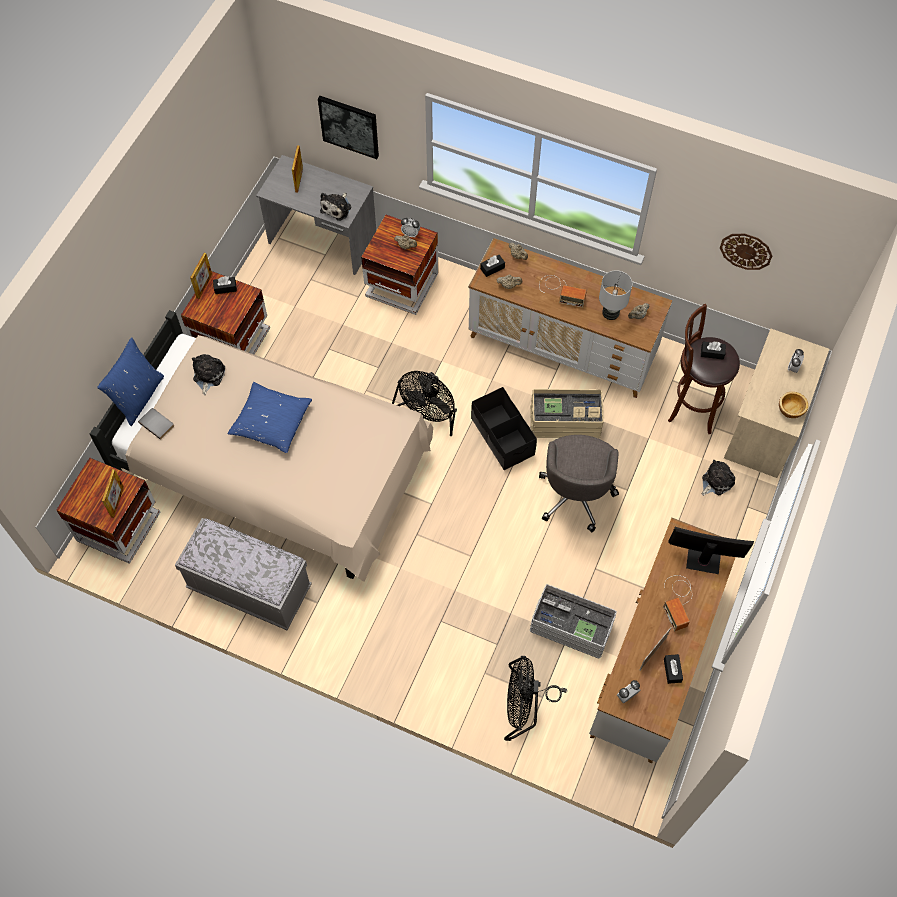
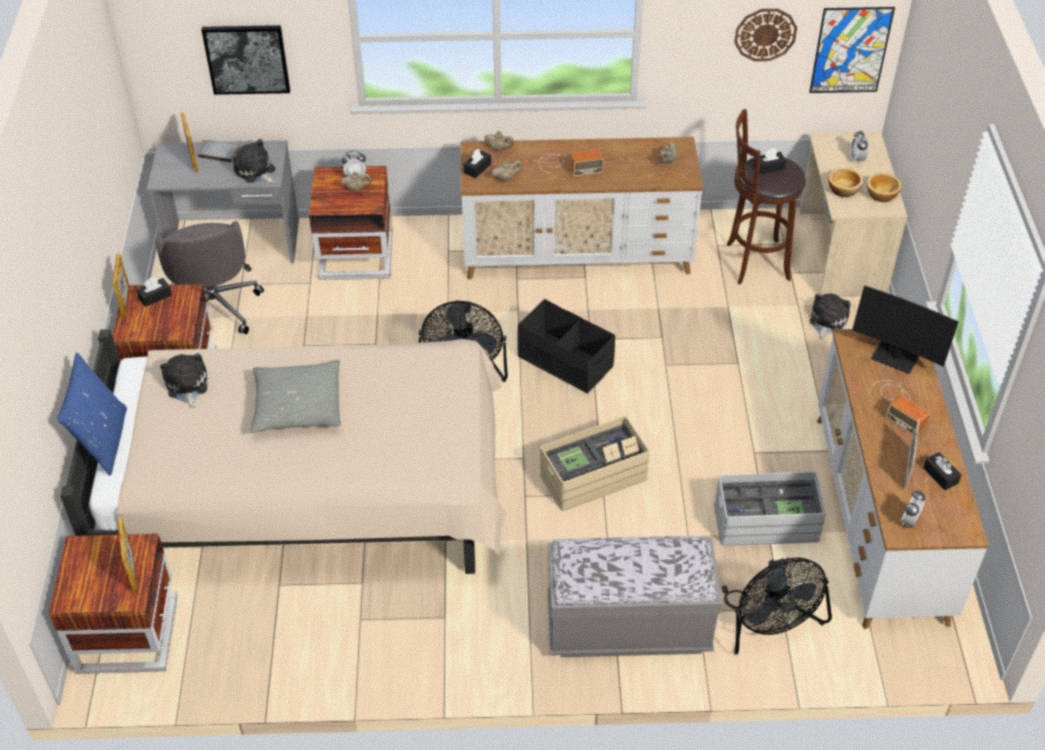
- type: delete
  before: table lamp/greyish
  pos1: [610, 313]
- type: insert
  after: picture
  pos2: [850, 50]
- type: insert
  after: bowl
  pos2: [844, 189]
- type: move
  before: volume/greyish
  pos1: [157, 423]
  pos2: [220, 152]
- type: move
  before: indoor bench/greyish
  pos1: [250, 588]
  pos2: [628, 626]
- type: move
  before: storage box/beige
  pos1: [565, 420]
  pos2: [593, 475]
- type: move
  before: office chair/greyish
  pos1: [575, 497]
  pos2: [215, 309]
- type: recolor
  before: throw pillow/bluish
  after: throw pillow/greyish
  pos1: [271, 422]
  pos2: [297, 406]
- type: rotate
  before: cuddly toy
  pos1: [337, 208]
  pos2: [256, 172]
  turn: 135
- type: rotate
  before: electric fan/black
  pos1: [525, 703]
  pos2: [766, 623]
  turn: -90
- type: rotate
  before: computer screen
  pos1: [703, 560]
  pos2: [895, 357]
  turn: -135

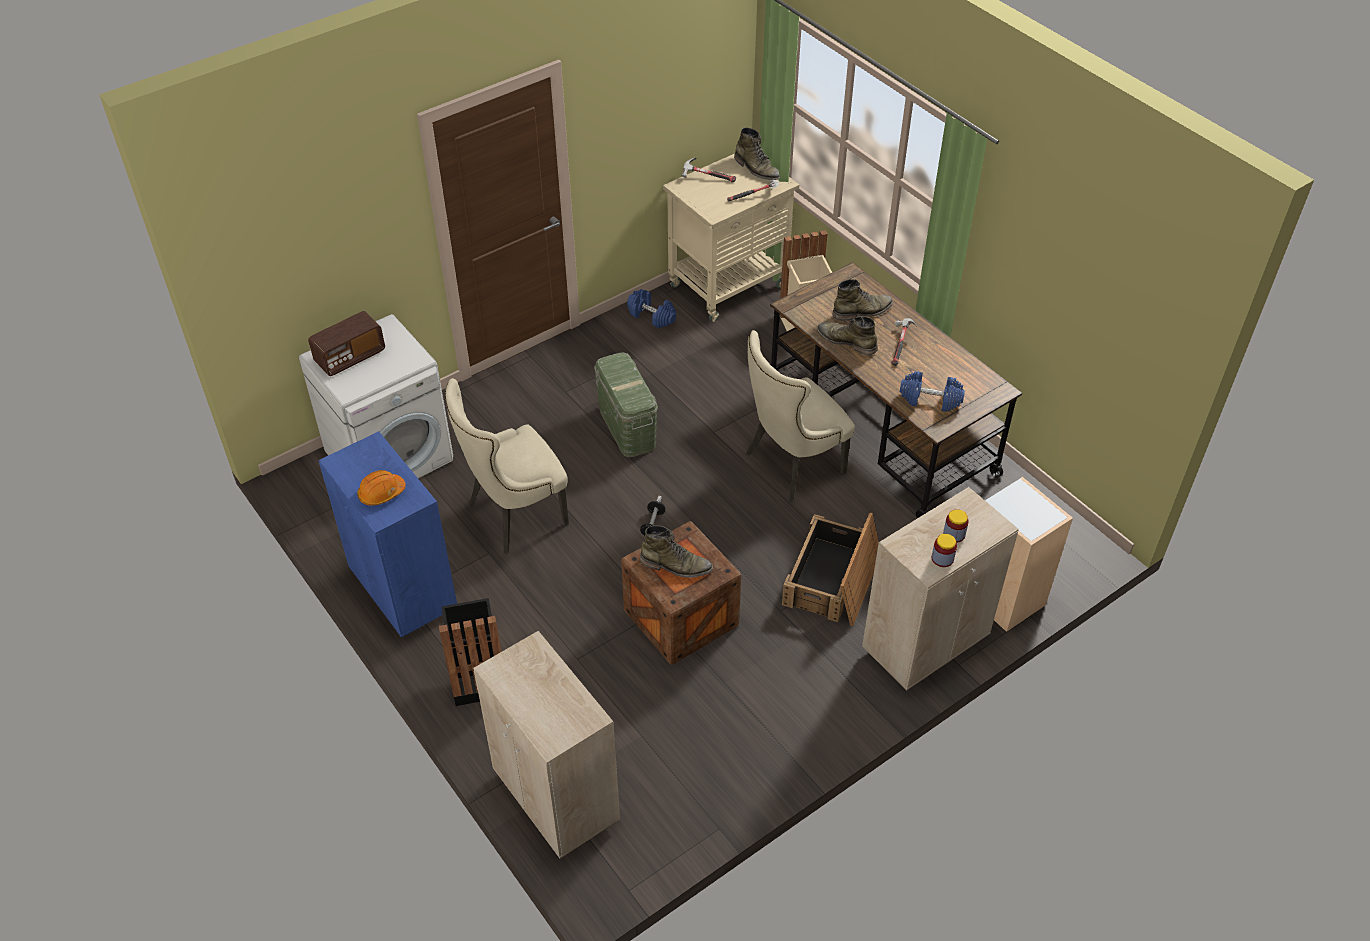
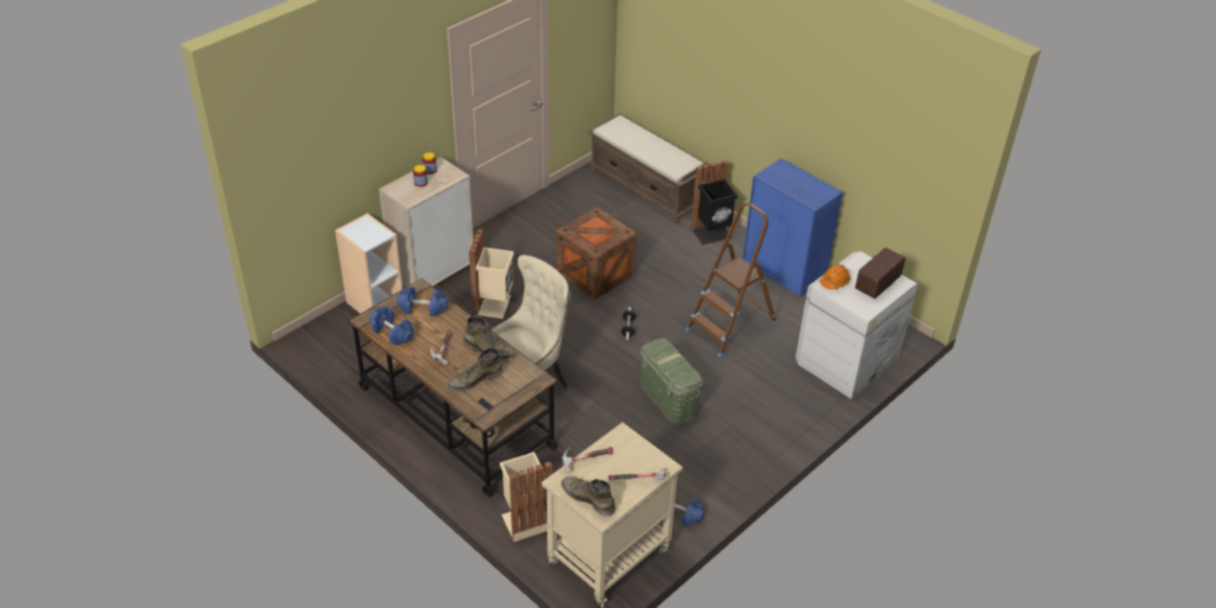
- type: delete
  before: boot/green
  pos1: [676, 565]
- type: insert
  after: dumbbell/bluish
  pos2: [392, 333]
- type: move
  before: safety helmet/orange-coloured
  pos1: [381, 493]
  pos2: [834, 282]
- type: replace
  before: chair/beige
  after: step stool/brown-coloured
  pos1: [515, 515]
  pos2: [730, 326]
- type: replace
  before: storage cabinet/beige
  after: indoor bench/brown-coloured
  pos1: [554, 797]
  pos2: [646, 188]
- type: replace
  before: packing crate
  after: waste bin/beige
  pos1: [833, 580]
  pos2: [494, 305]

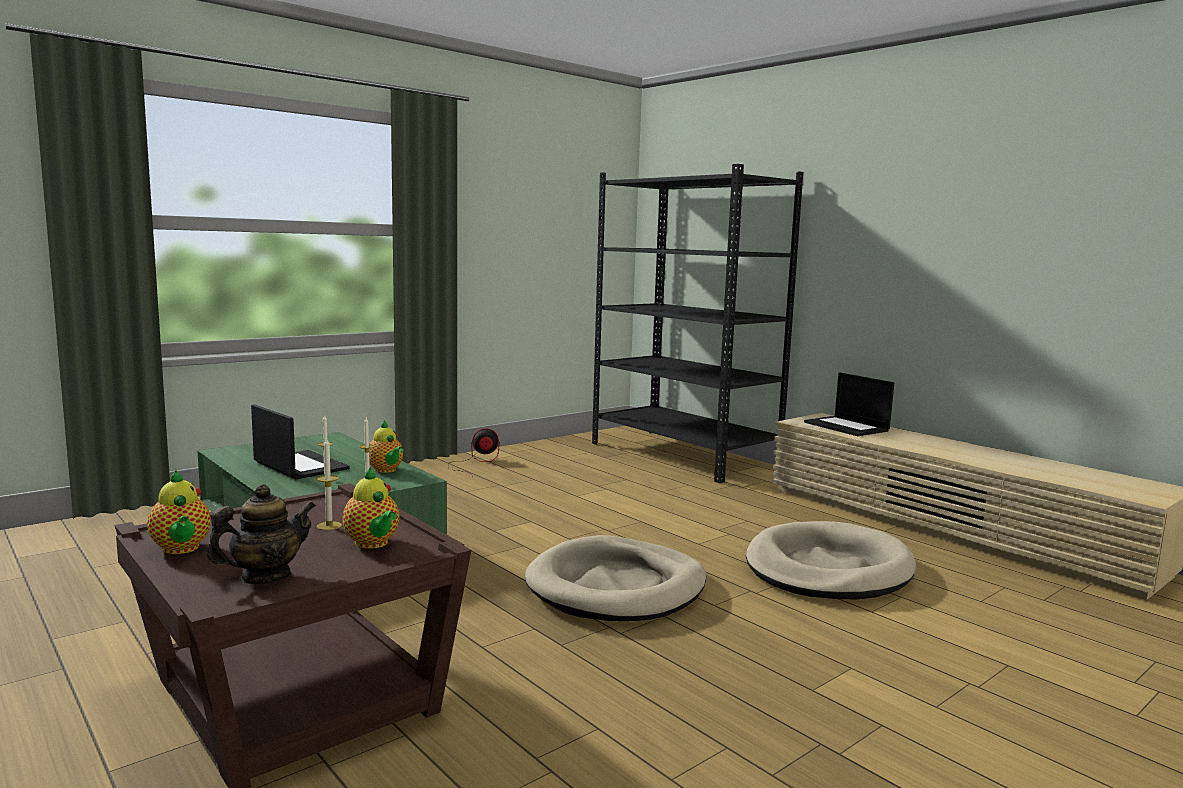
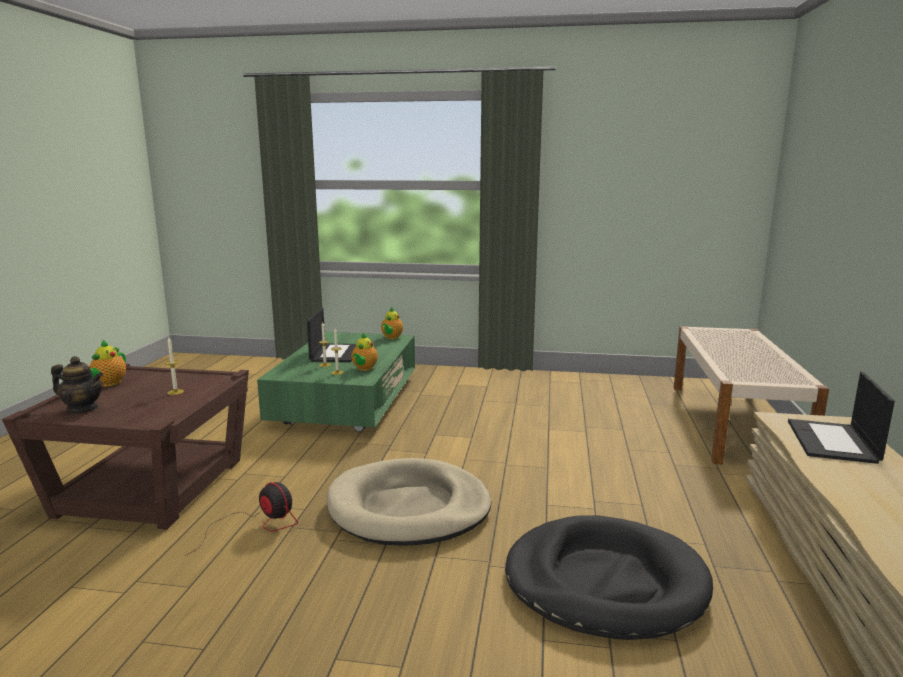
- type: move
  before: tea pot
  pos1: [373, 544]
  pos2: [391, 337]
- type: move
  before: electric fan
  pos1: [476, 462]
  pos2: [257, 525]
- type: replace
  before: bookshelf/black
  after: indoor bench/beige
  pos1: [682, 455]
  pos2: [734, 423]
- type: recolor
  before: dog bed/beige
  after: dog bed/black
  pos1: [827, 569]
  pos2: [604, 582]

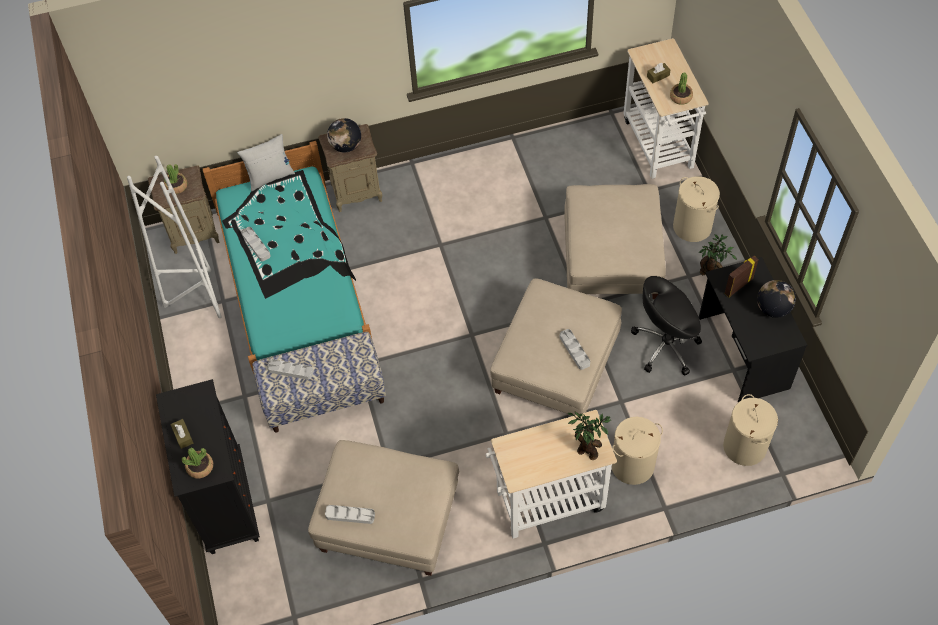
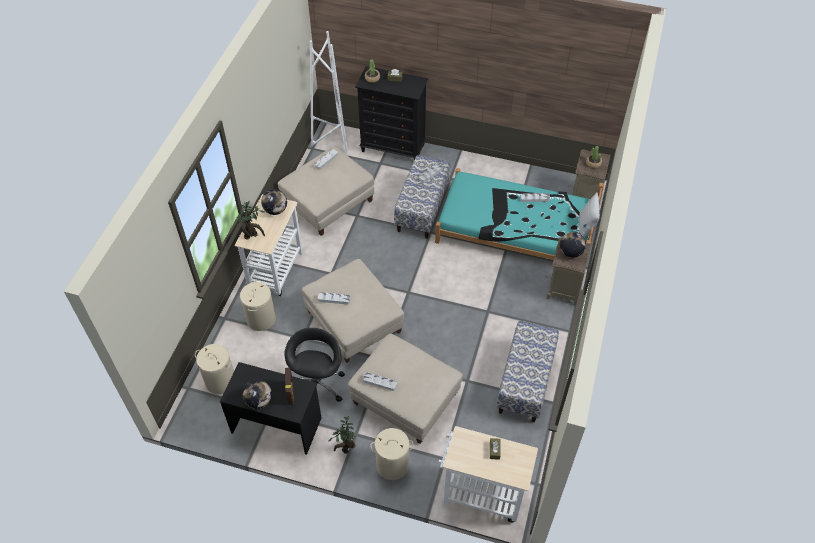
- type: delete
  before: potted plant
  pos1: [681, 97]
- type: insert
  after: globe
  pos2: [275, 210]
- type: insert
  after: carrying tray/greyish
  pos2: [379, 382]
- type: insert
  after: indoor bench
  pos2: [525, 382]
- type: move
  before: garment stand/white
  pos1: [198, 298]
  pos2: [333, 142]

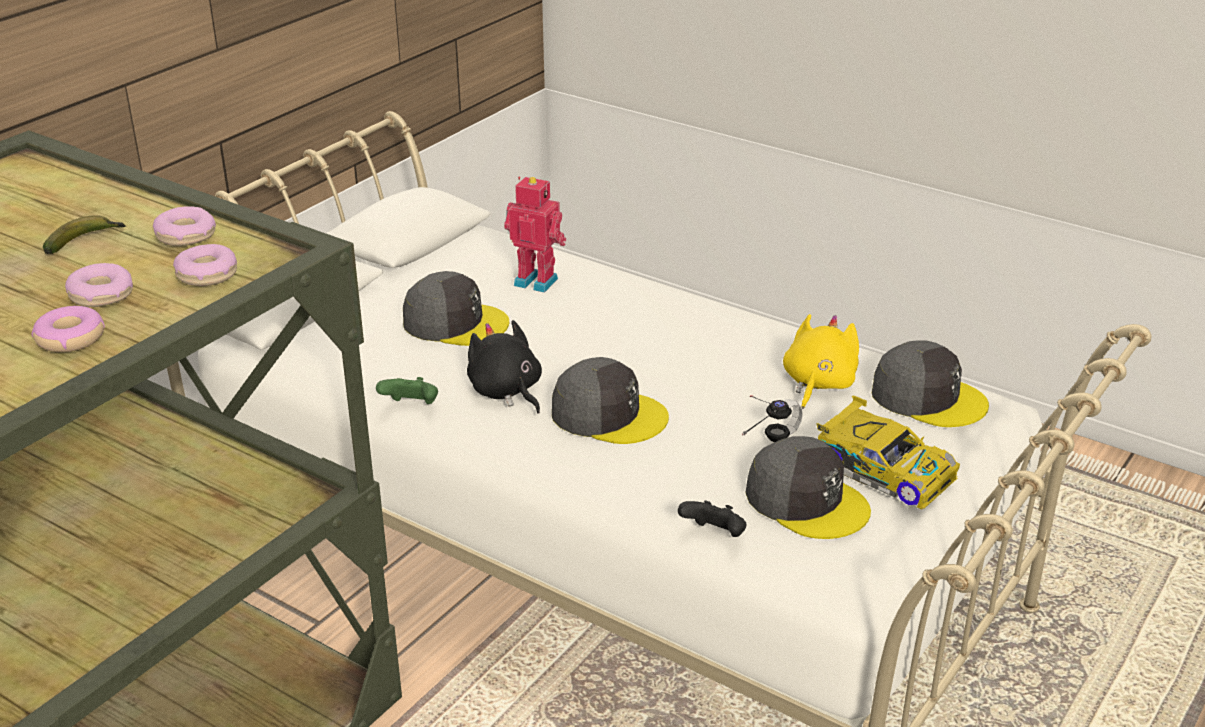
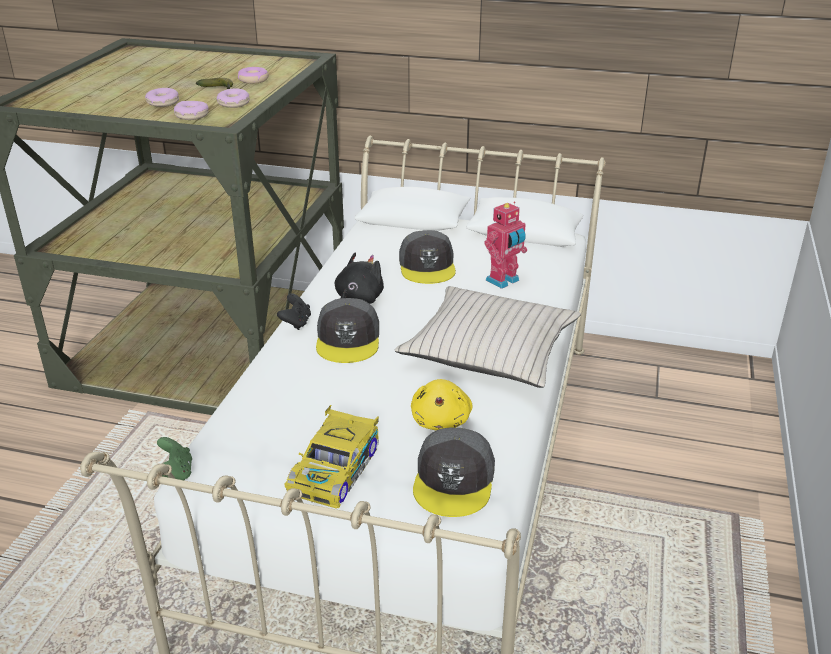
- type: delete
  before: headset
  pos1: [759, 440]
- type: delete
  before: peaked cap/greyish
  pos1: [806, 501]
- type: insert
  after: throw pillow/beige
  pos2: [490, 350]
- type: move
  before: doughnut
  pos1: [70, 338]
  pos2: [253, 80]
- type: move
  before: gamepad/green
  pos1: [411, 407]
  pos2: [175, 473]
- type: move
  before: gamepad/black
  pos1: [714, 536]
  pos2: [296, 323]
- type: rotate
  before: robot figure
  pos1: [537, 280]
  pos2: [504, 281]
  turn: 45
- type: rotate
  before: cuddly toy/yellow
  pos1: [817, 384]
  pos2: [441, 420]
  turn: 90

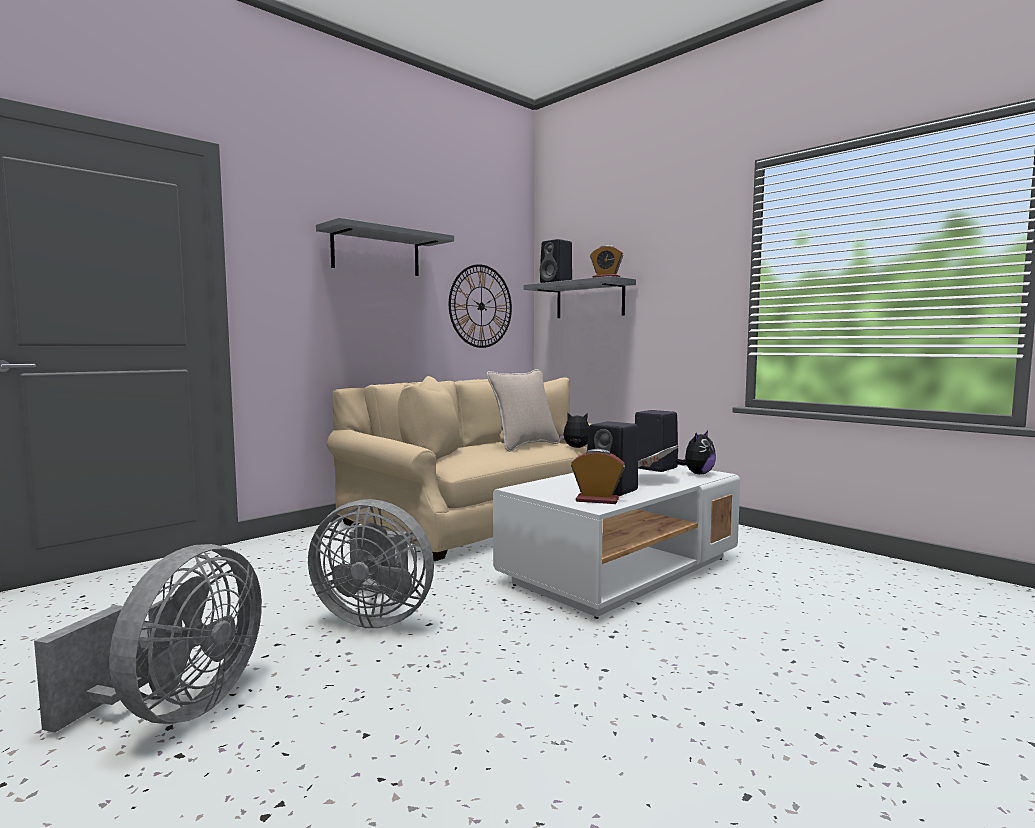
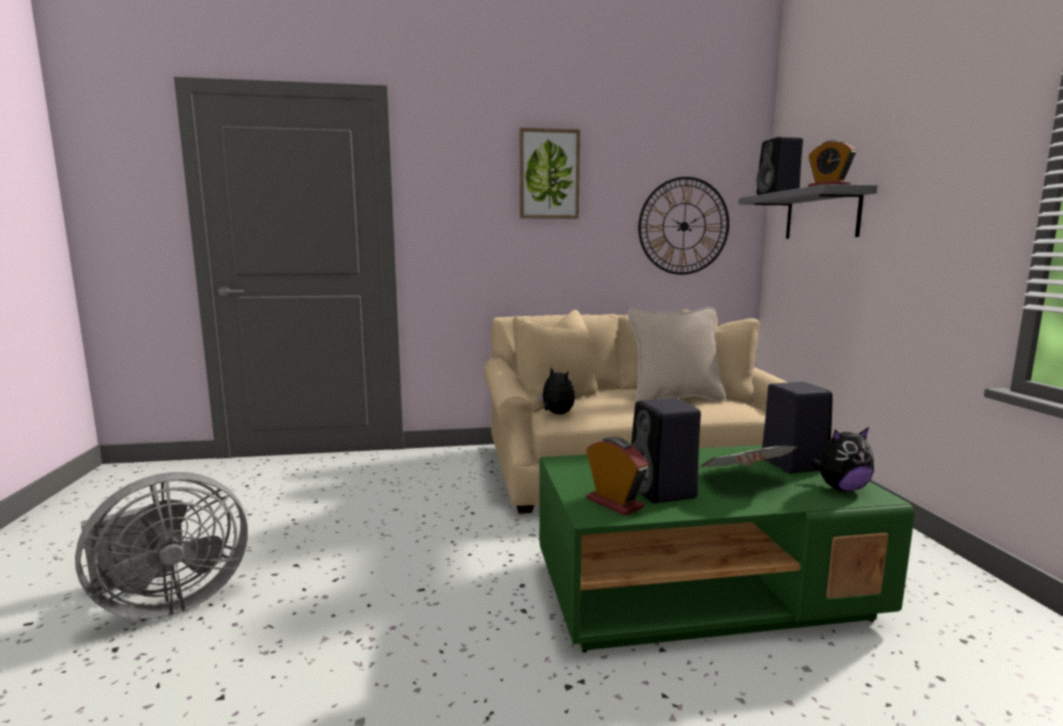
- type: delete
  before: electric fan/greyish
  pos1: [375, 617]
- type: move
  before: cuddly toy
  pos1: [576, 448]
  pos2: [556, 414]
- type: replace
  before: shelf/greyish
  after: picture
  pos1: [376, 252]
  pos2: [549, 174]
- type: recolor
  before: lounge table/white
  after: lounge table/green
  pos1: [621, 570]
  pos2: [700, 590]

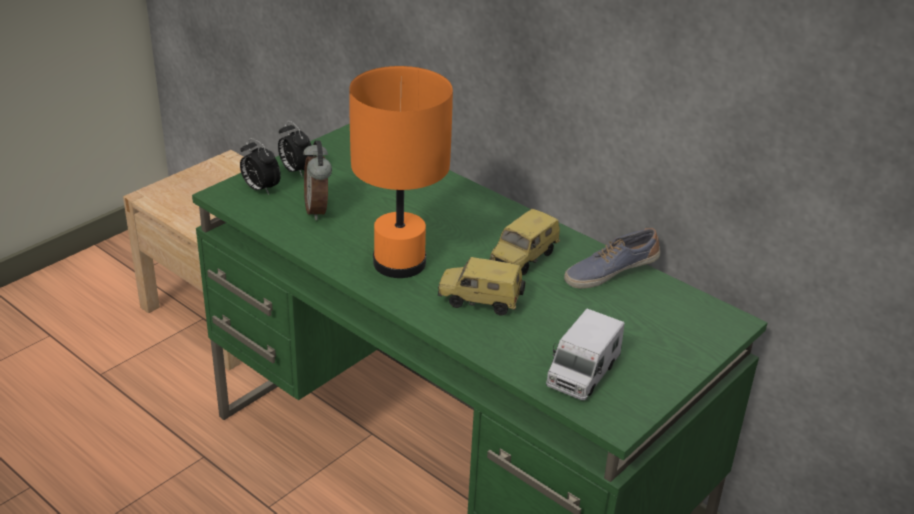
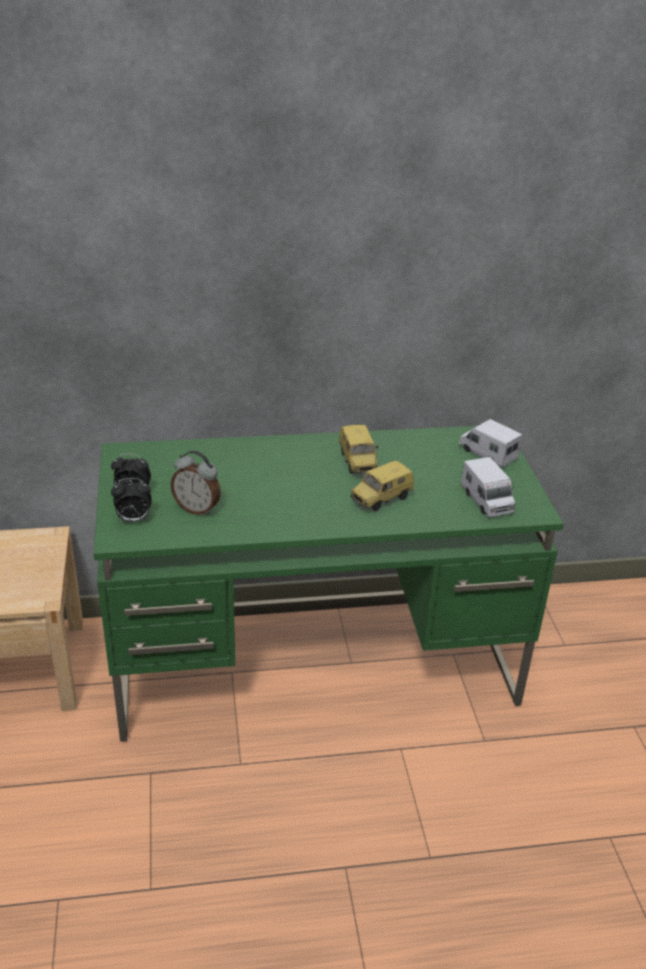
- type: delete
  before: table lamp/orange-coloured
  pos1: [400, 263]
- type: delete
  before: low shoe
  pos1: [610, 272]
- type: insert
  after: toy truck
  pos2: [487, 453]

